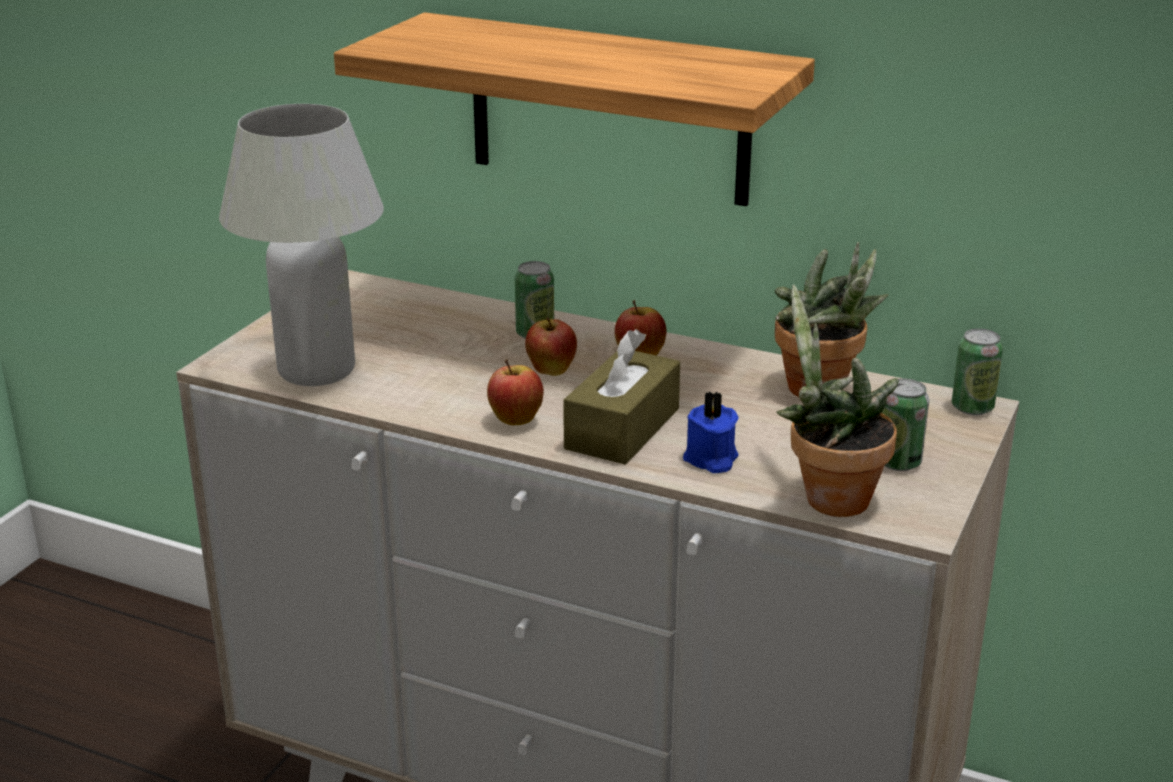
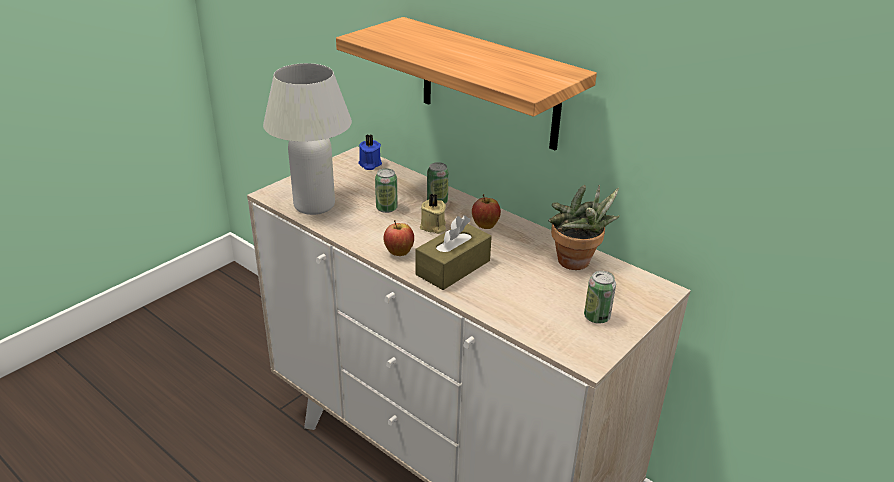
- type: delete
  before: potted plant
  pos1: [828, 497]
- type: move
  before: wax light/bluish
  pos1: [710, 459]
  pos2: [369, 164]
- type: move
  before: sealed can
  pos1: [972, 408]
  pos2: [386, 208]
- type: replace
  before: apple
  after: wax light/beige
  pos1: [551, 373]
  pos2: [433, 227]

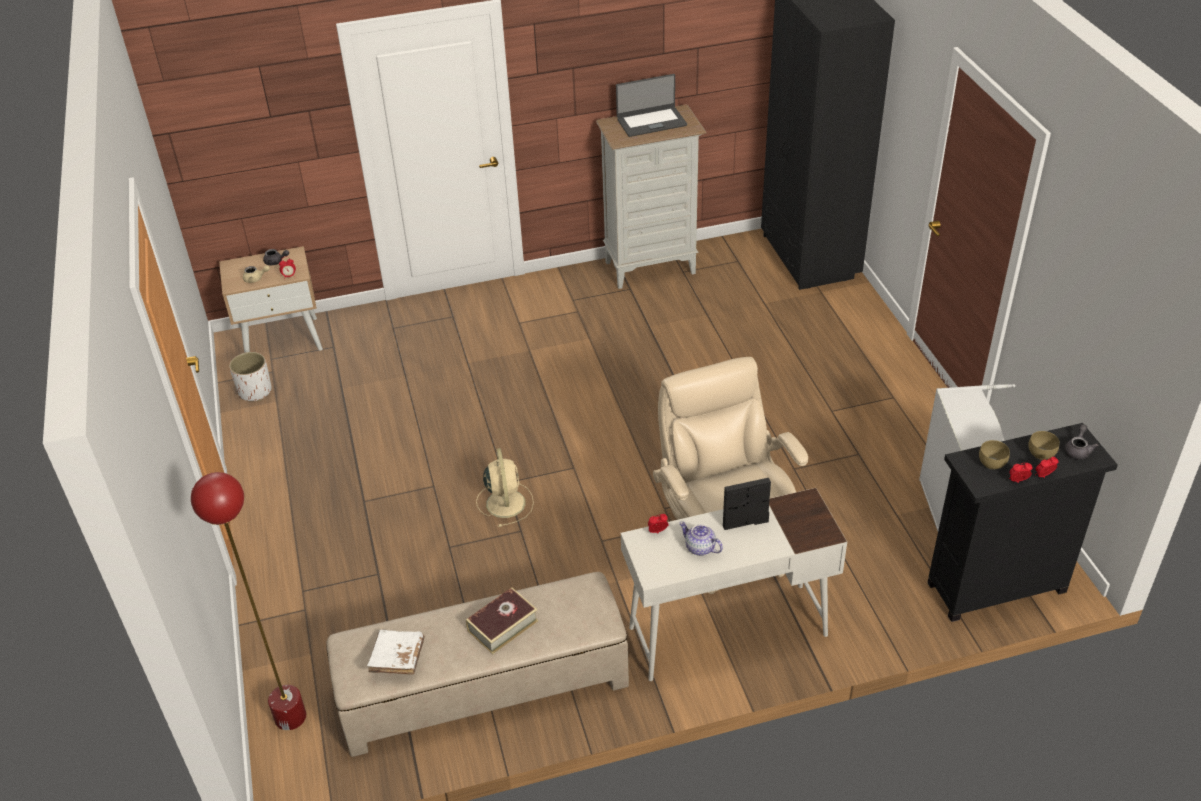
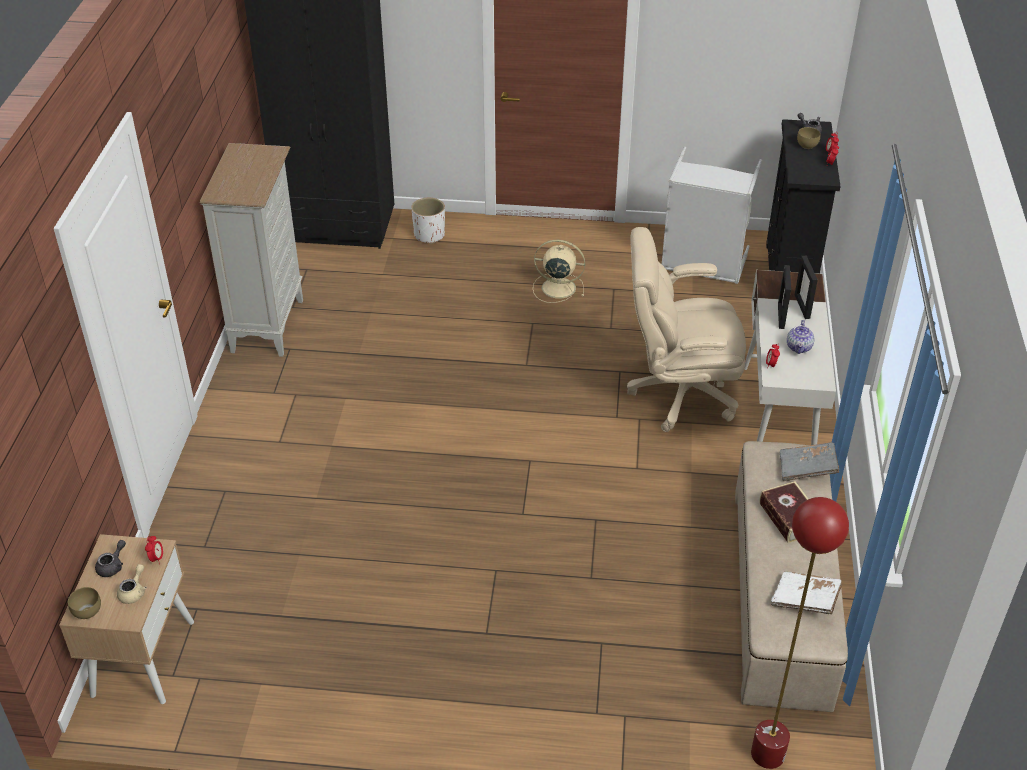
- type: delete
  before: laptop
  pos1: [651, 122]
- type: insert
  after: volume/greyish
  pos2: [807, 469]
- type: insert
  after: picture frame
  pos2: [803, 306]
- type: move
  before: plant pot/white
  pos1: [255, 391]
  pos2: [429, 235]
- type: move
  before: electric fan/beige
  pos1: [505, 502]
  pos2: [557, 288]
- type: move
  before: bowl/brown-coloured
  pos1: [990, 463]
  pos2: [86, 612]
- type: rotate
  before: tea pot
  pos1: [699, 548]
  pos2: [799, 347]
  turn: -45

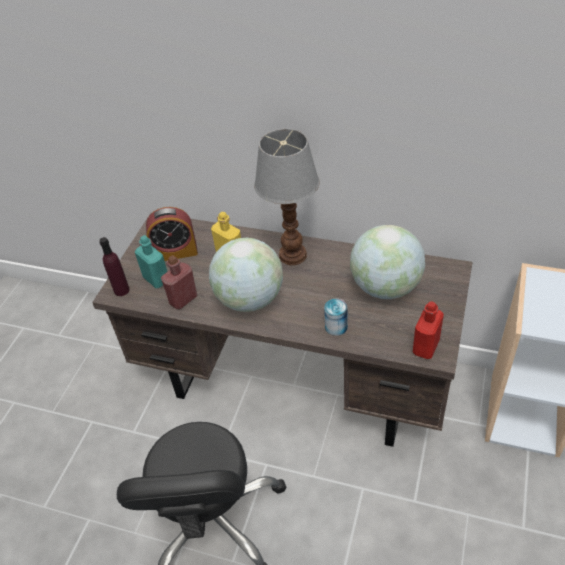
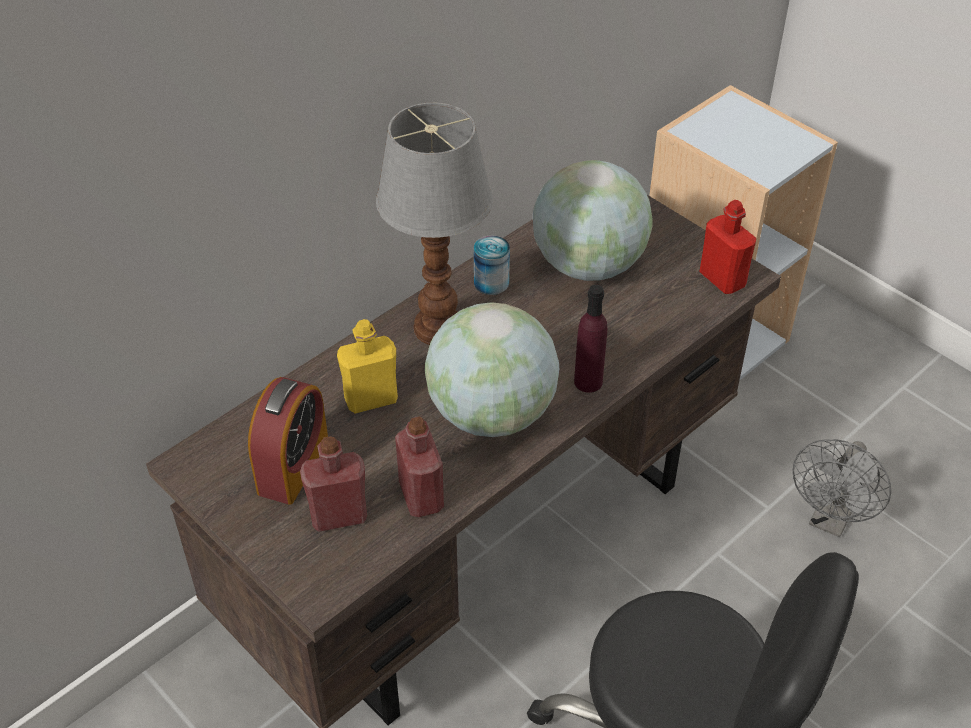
- type: insert
  after: electric fan/greyish
  pos2: [830, 520]
- type: move
  before: drink bottle/purple
  pos1: [121, 290]
  pos2: [588, 382]
- type: move
  before: sealed can
  pos1: [336, 327]
  pos2: [491, 282]
- type: recolor
  before: drink bottle/turquoise
  after: drink bottle/red-coloured
  pos1: [156, 279]
  pos2: [338, 516]

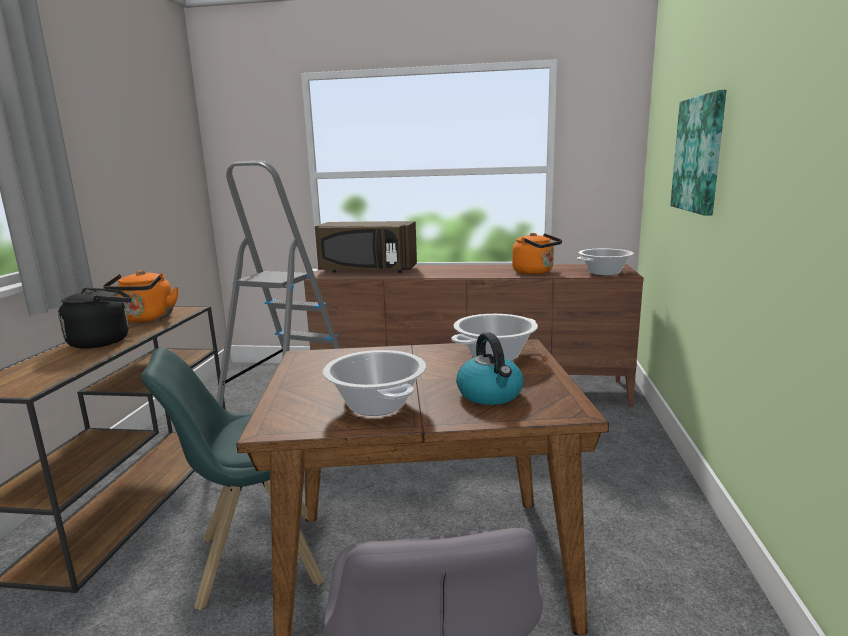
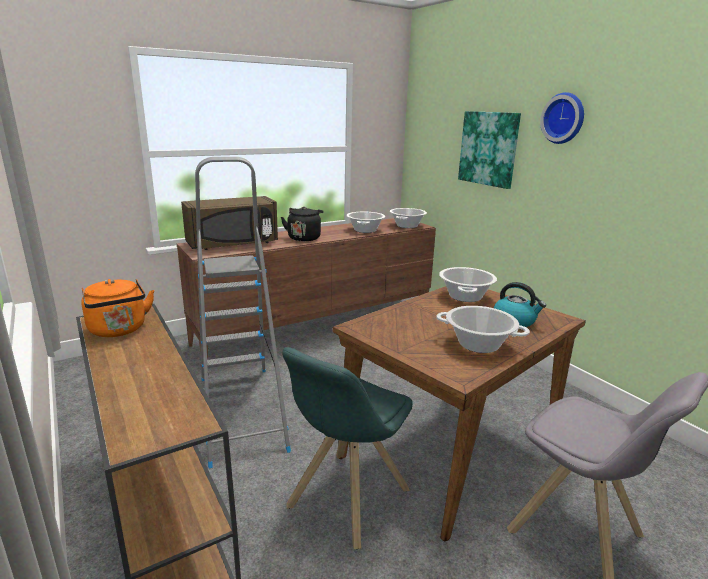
- type: insert
  after: wall clock
  pos2: [564, 118]
- type: move
  before: kettle/black
  pos1: [103, 341]
  pos2: [304, 238]
- type: replace
  before: kettle/orange-coloured
  after: saucepot
  pos1: [535, 272]
  pos2: [365, 230]

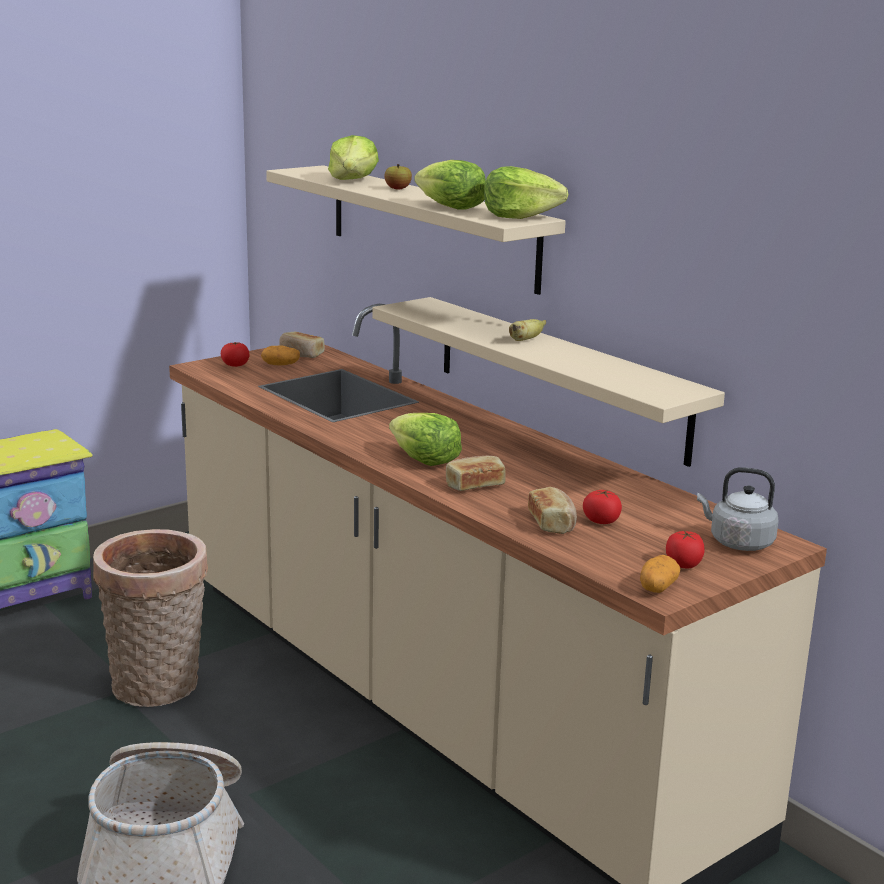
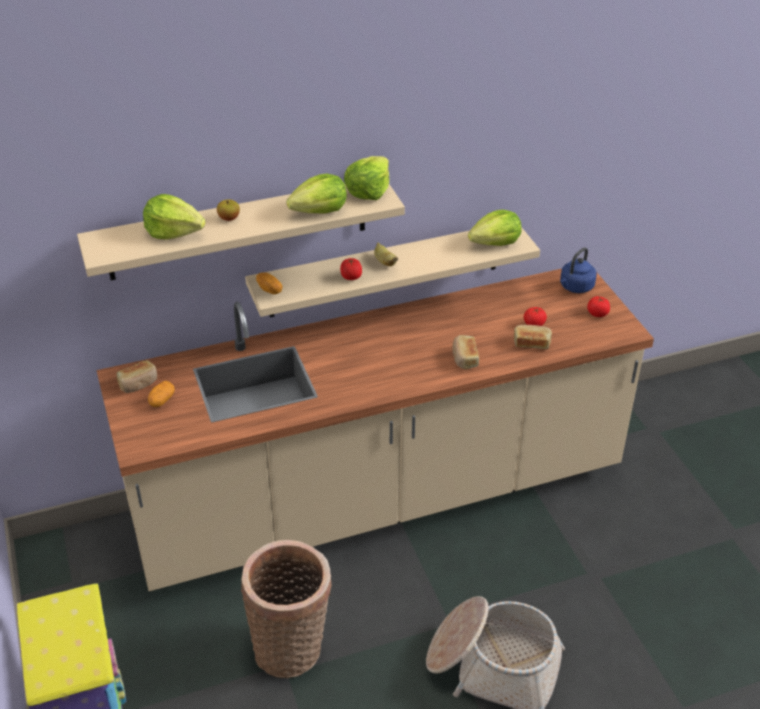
- type: move
  before: tomato
  pos1: [235, 365]
  pos2: [351, 277]
- type: move
  before: head of lettuce
  pos1: [424, 460]
  pos2: [495, 243]
- type: move
  before: potato
  pos1: [657, 587]
  pos2: [270, 290]
- type: recolor
  before: kettle/greyish
  after: kettle/bluish
  pos1: [737, 542]
  pos2: [575, 287]

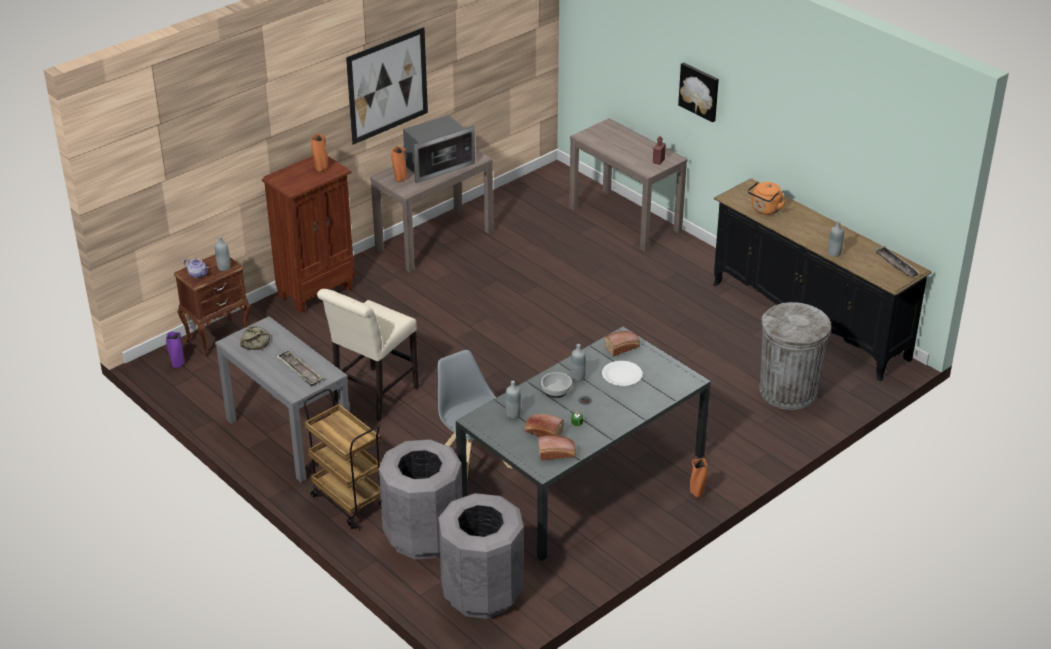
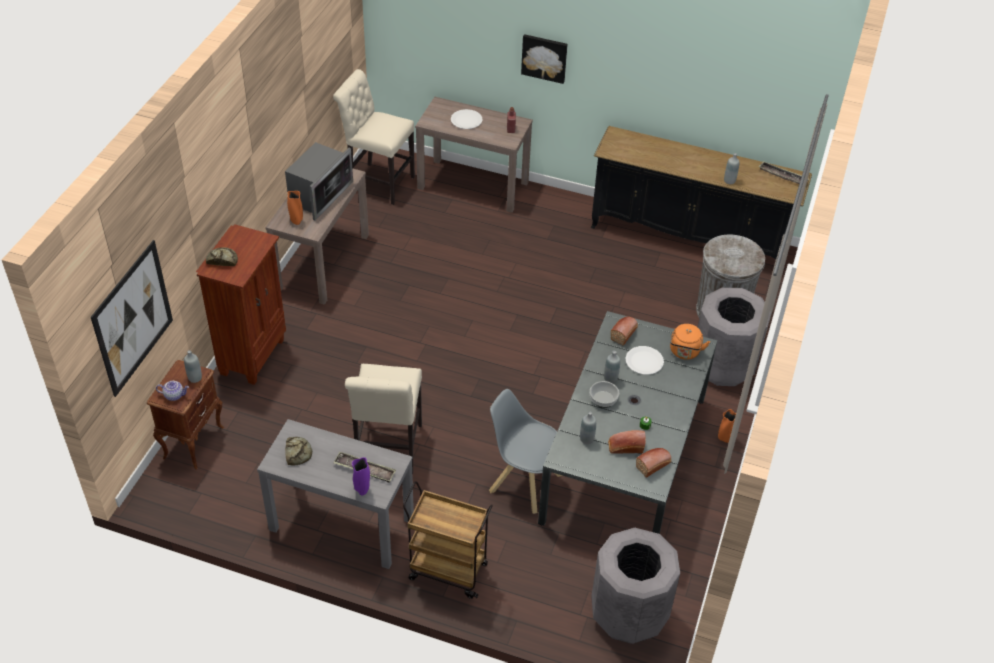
- type: delete
  before: vase/orange-coloured
  pos1: [321, 169]
- type: insert
  after: bread
  pos2: [222, 260]
- type: insert
  after: sitting stool/beige
  pos2: [377, 182]
- type: insert
  after: dinner plate/white
  pos2: [466, 120]
- type: move
  before: vase/purple
  pos1: [178, 364]
  pos2: [362, 490]
- type: move
  before: picture
  pos1: [387, 85]
  pos2: [133, 318]
- type: move
  before: waste bin/greyish
  pos1: [424, 536]
  pos2: [723, 365]
- type: move
  before: kettle/orange-coloured
  pos1: [765, 210]
  pos2: [684, 352]

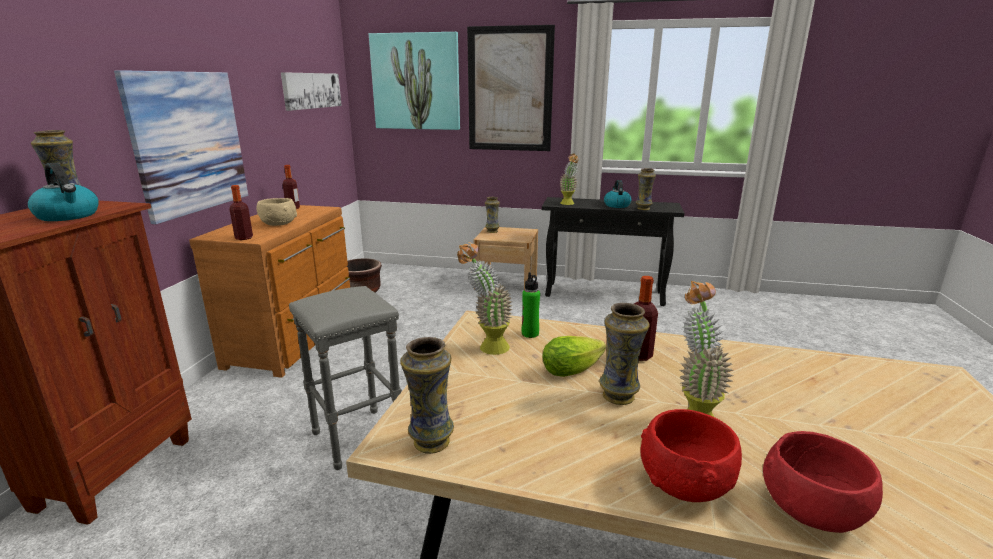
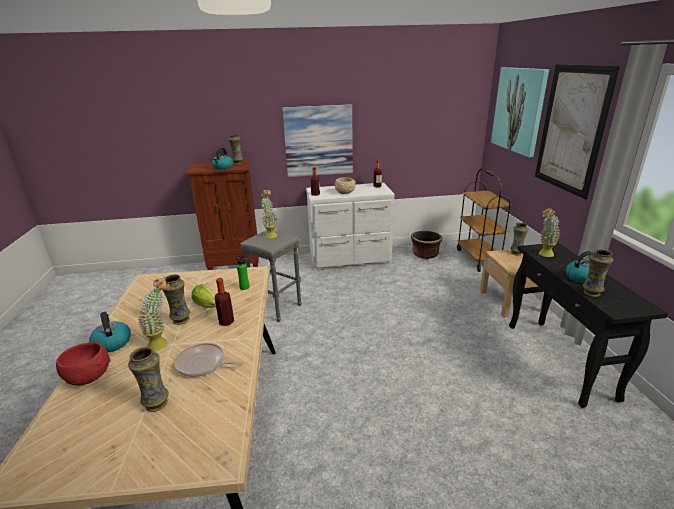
- type: delete
  before: picture
  pos1: [311, 90]
- type: insert
  after: pan
  pos2: [203, 364]
- type: insert
  after: cart/brown-coloured
  pos2: [478, 258]
- type: move
  before: vase
  pos1: [430, 442]
  pos2: [156, 403]
- type: move
  before: potted plant
  pos1: [486, 347]
  pos2: [270, 234]
- type: replace
  before: bowl/red-coloured
  after: kettle
  pos1: [686, 483]
  pos2: [112, 343]
- type: recolor
  before: dresser/brown-coloured
  after: dresser/white
  pos1: [296, 339]
  pos2: [350, 259]

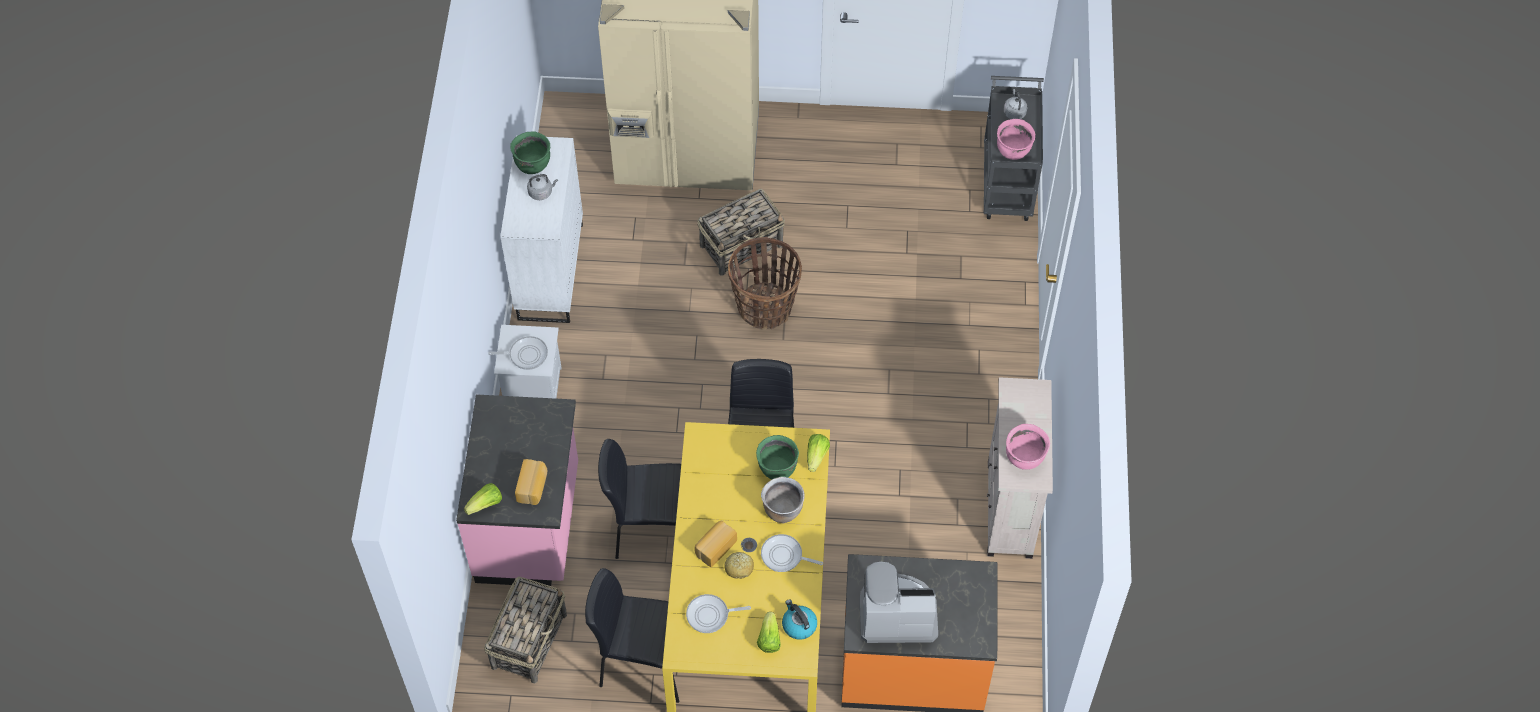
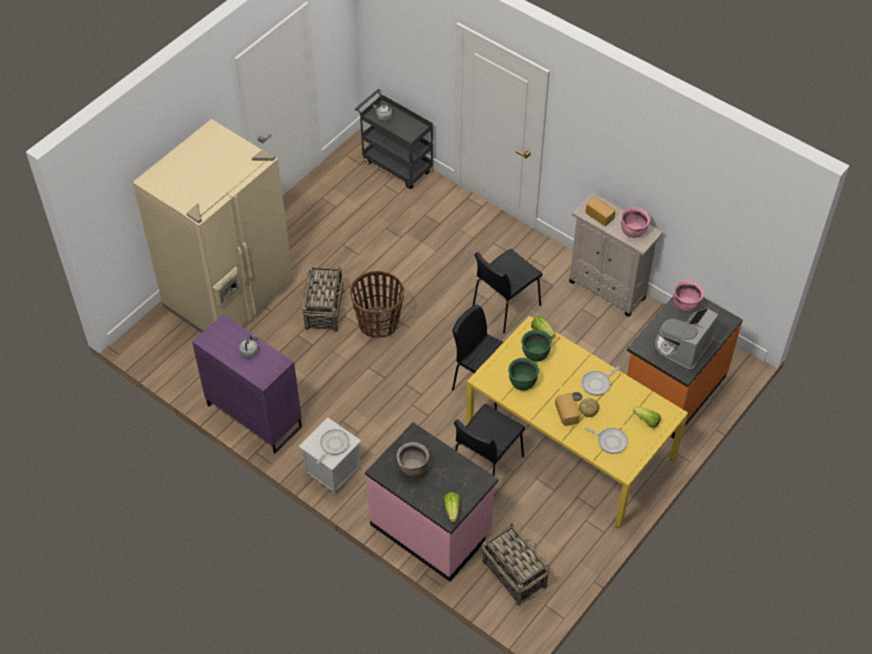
- type: delete
  before: kettle
  pos1: [798, 625]
- type: move
  before: saucepot/green
  pos1: [532, 164]
  pos2: [522, 382]
- type: move
  before: bread
  pos1: [533, 487]
  pos2: [600, 215]
- type: move
  before: chair/black
  pos1: [643, 662]
  pos2: [504, 308]
- type: move
  before: saucepot/brown-coloured
  pos1: [782, 510]
  pos2: [412, 468]
- type: move
  before: saucepot/pinkish
  pos1: [1013, 151]
  pos2: [685, 305]
- type: recolor
  before: dresser/white
  after: dresser/purple
  pos1: [549, 271]
  pos2: [253, 416]
- type: rotate
  before: pan
  pos1: [710, 615]
  pos2: [610, 441]
  turn: -90

